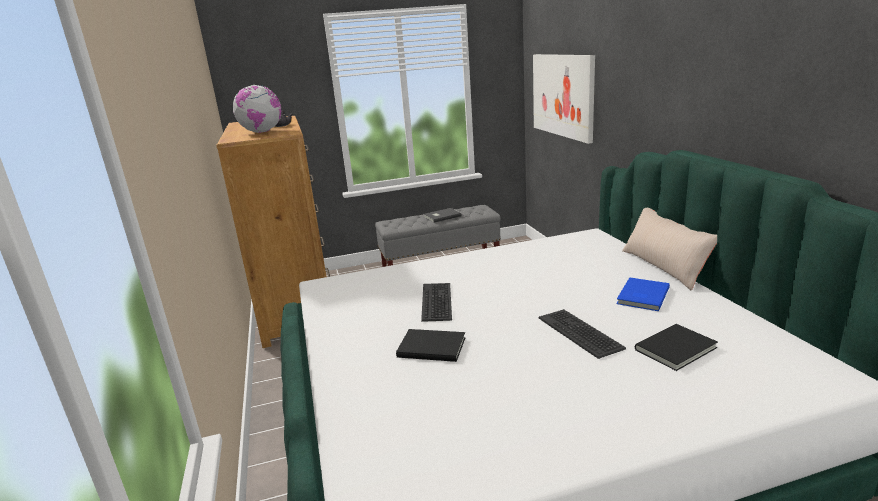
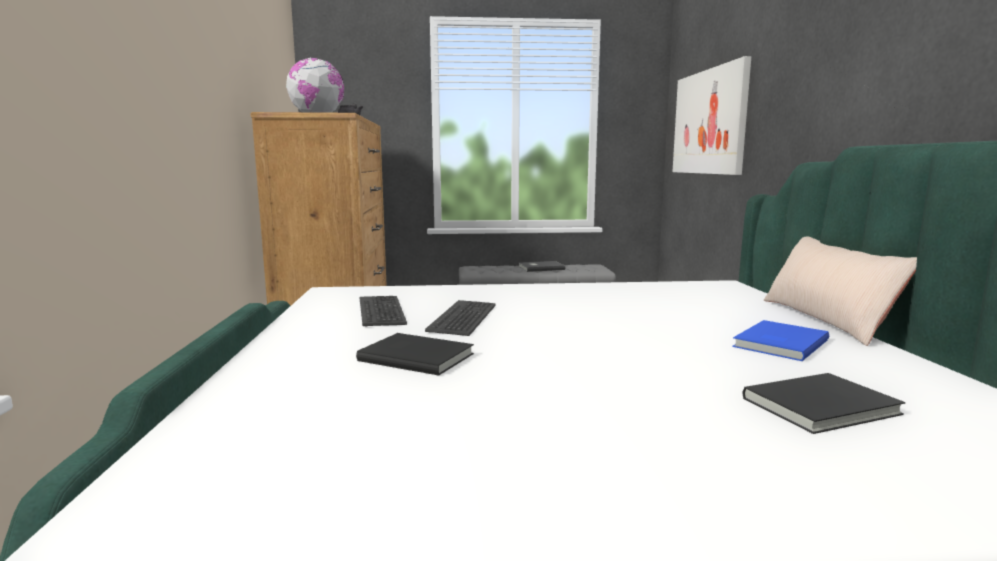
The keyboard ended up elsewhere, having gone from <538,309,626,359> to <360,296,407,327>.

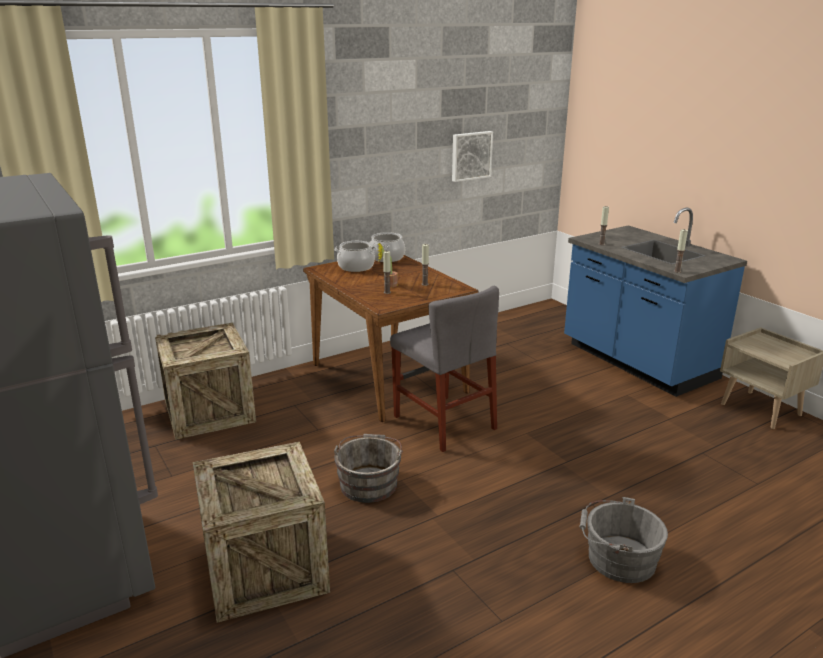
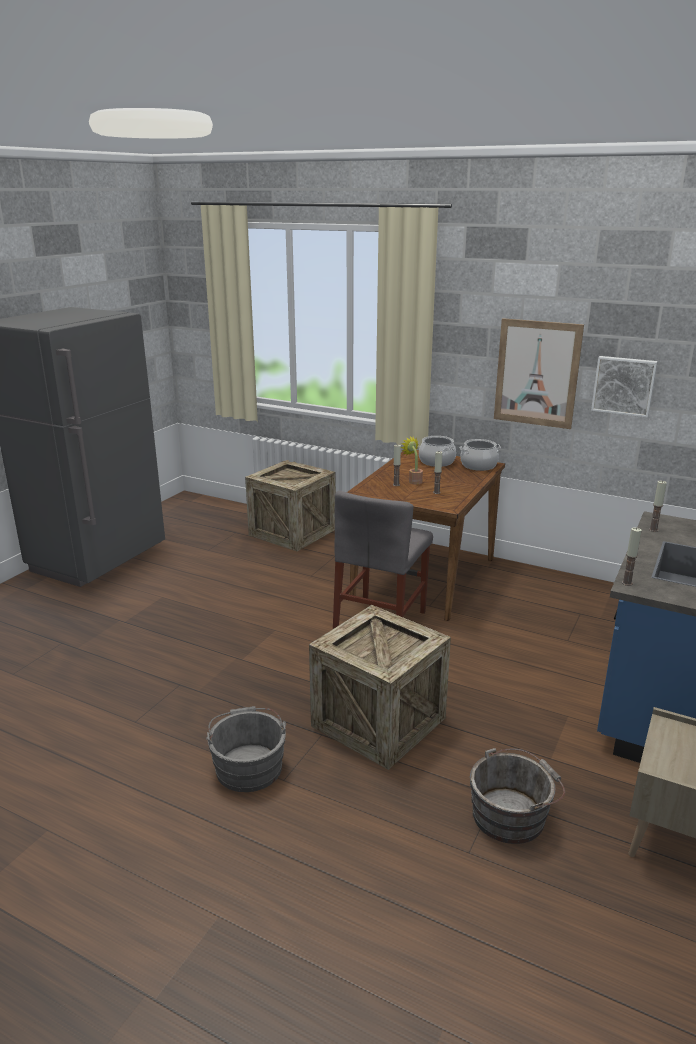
The second view gained the wall picture at <494,318,584,429>.
The packing crate ended up elsewhere, having gone from <193,442,330,623> to <309,605,451,770>.
The greyish pail ended up elsewhere, having gone from <334,434,403,503> to <470,748,565,844>.

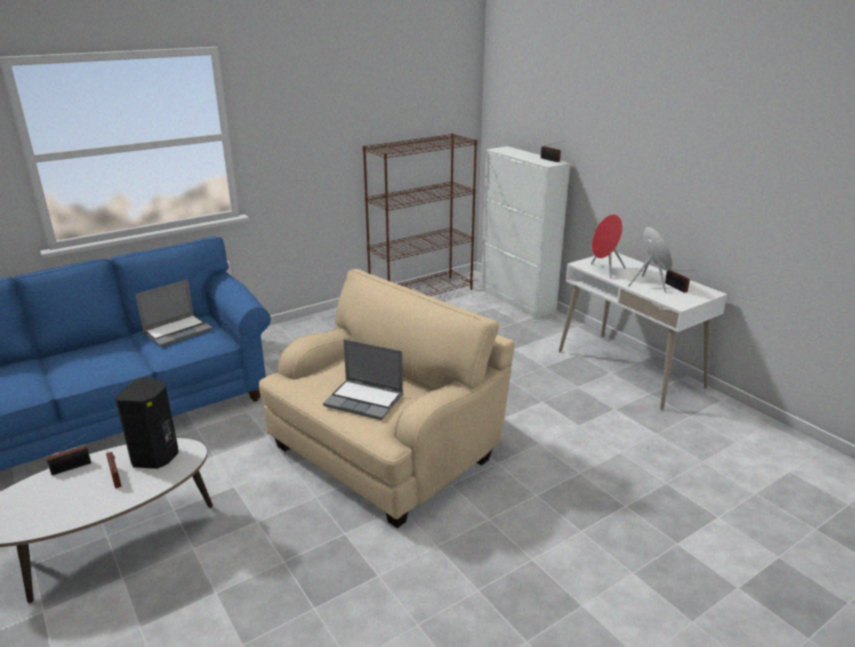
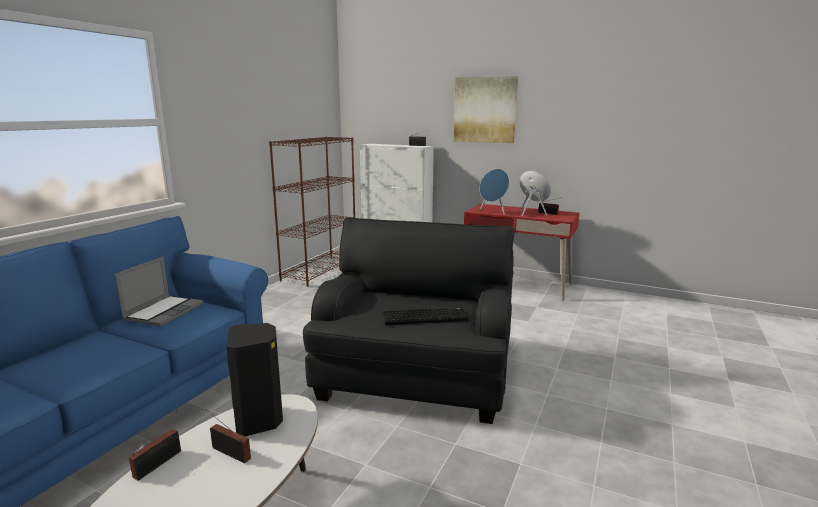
The second view gained the wall picture at <454,76,518,143>.
Where the portable computer stood at <323,339,403,420>, the keyboard came to stand at <383,308,468,325>.
What was the beige-coloured armchair at <259,269,515,528> turned into the black-coloured armchair at <303,217,515,424>.
What was the whitish desk unit at <559,251,728,410> turned into the red-coloured desk unit at <464,204,580,301>.
What was the red-coloured audio speaker at <591,214,626,279> turned into the blue audio speaker at <479,169,509,215>.

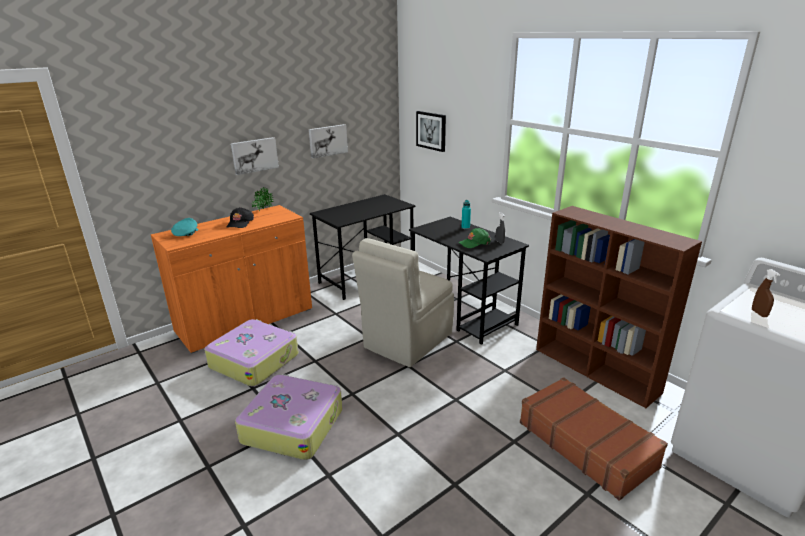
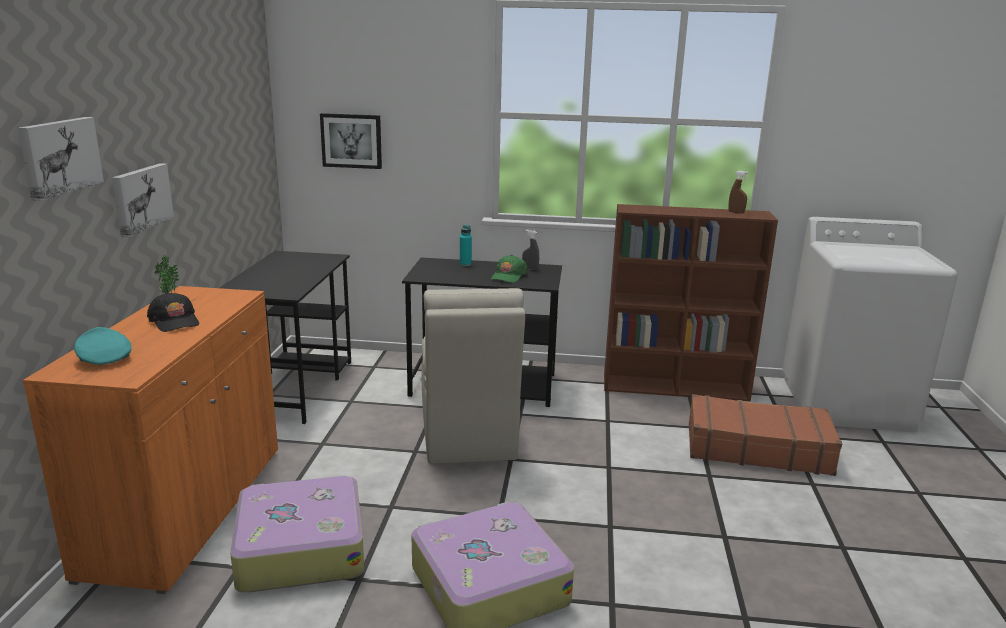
The wall picture ended up elsewhere, having gone from <309,124,348,159> to <18,117,104,201>.
The brownish sprayer ended up elsewhere, having gone from <752,269,780,317> to <728,171,749,214>.

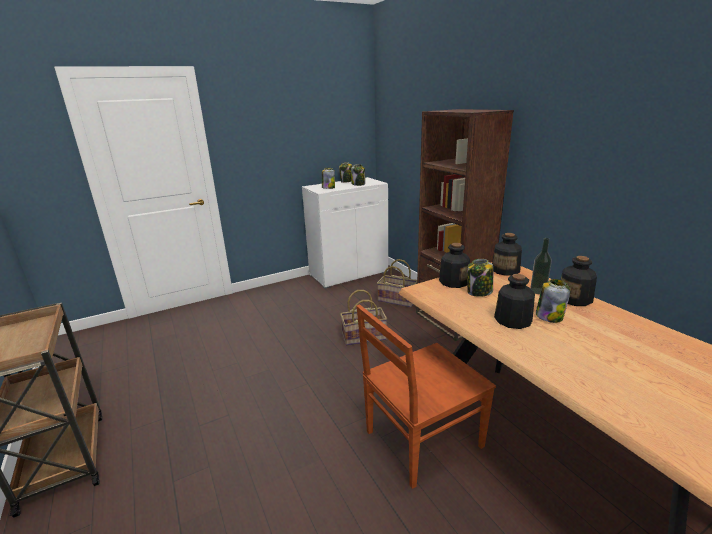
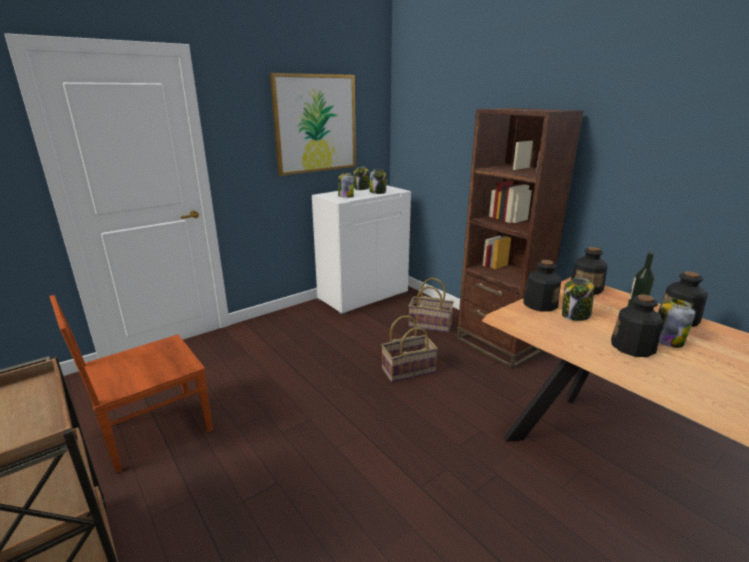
The second view gained the wall picture at <270,73,356,176>.
The brownish plain chair ended up elsewhere, having gone from <356,305,496,489> to <49,295,213,473>.

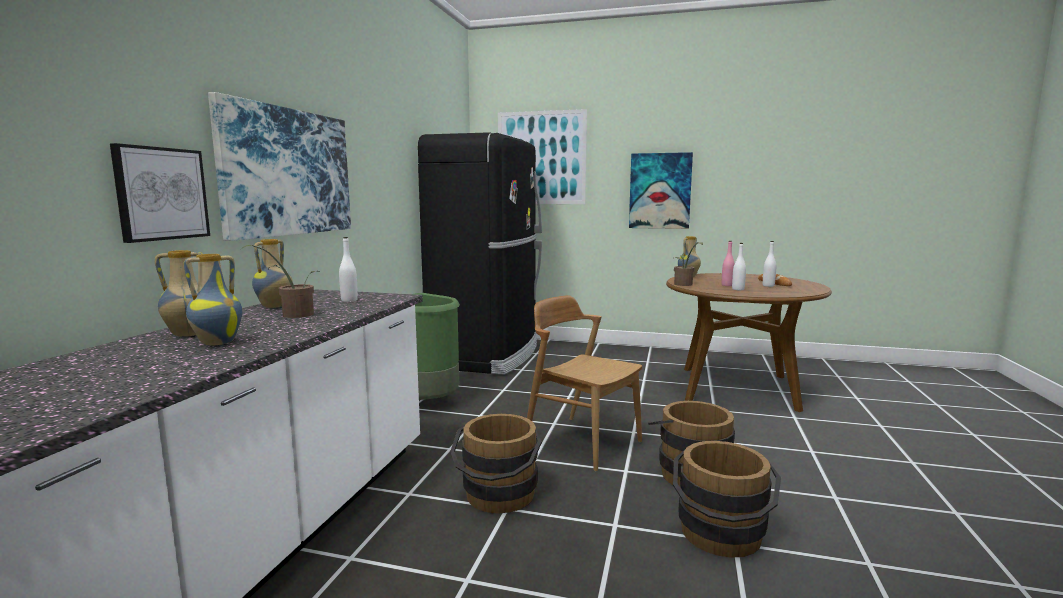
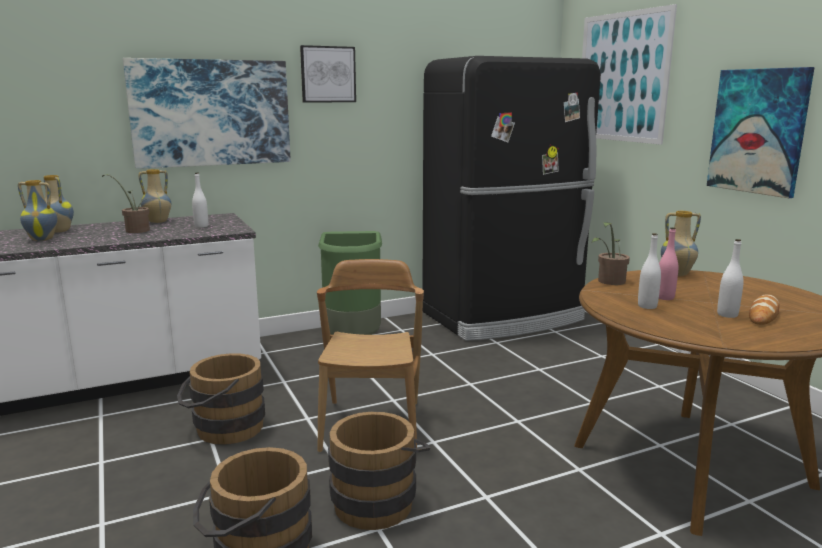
The wall picture ended up elsewhere, having gone from <110,143,210,243> to <300,45,356,103>.

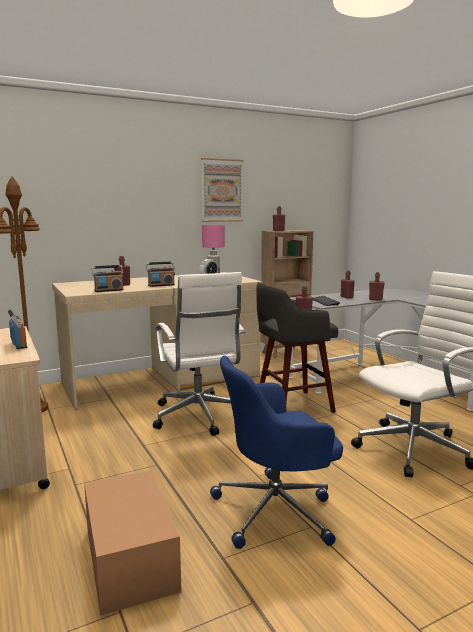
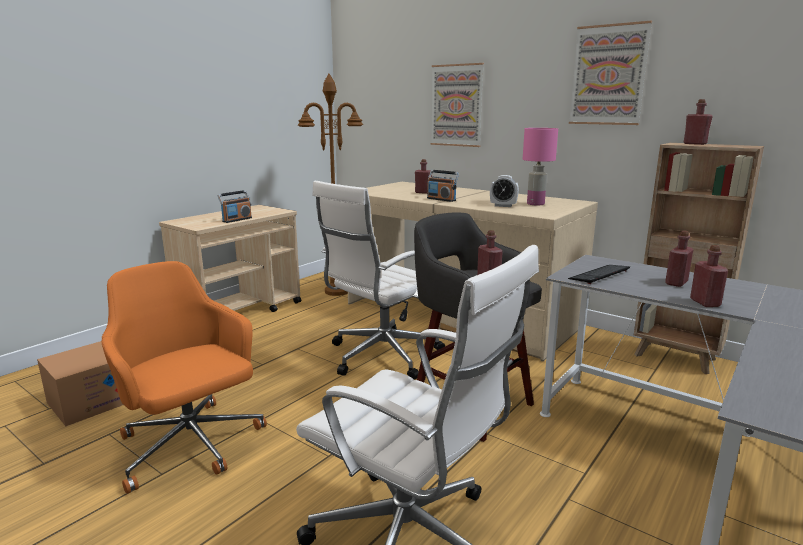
The second view lost the radio receiver at <92,265,124,292>.
The second view gained the wall picture at <431,63,484,147>.
What was the blue desk chair at <210,356,343,549> turned into the orange desk chair at <102,261,267,494>.

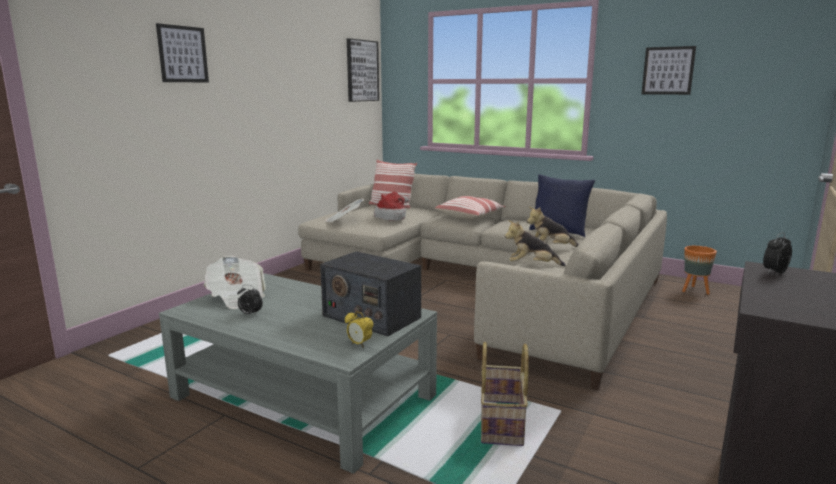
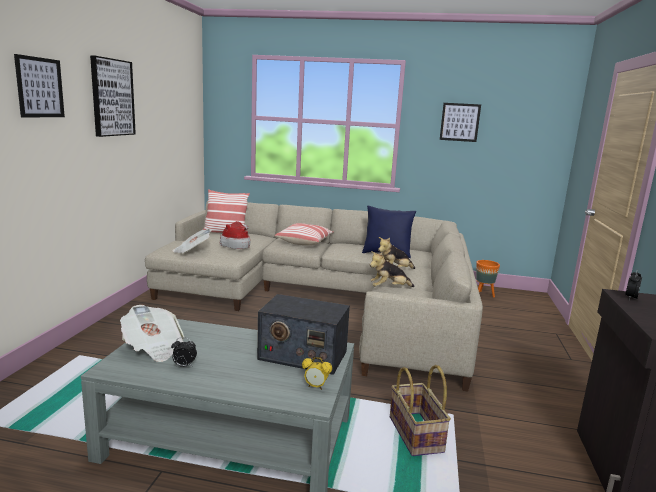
The wall picture ended up elsewhere, having gone from <347,38,379,102> to <90,55,136,137>.

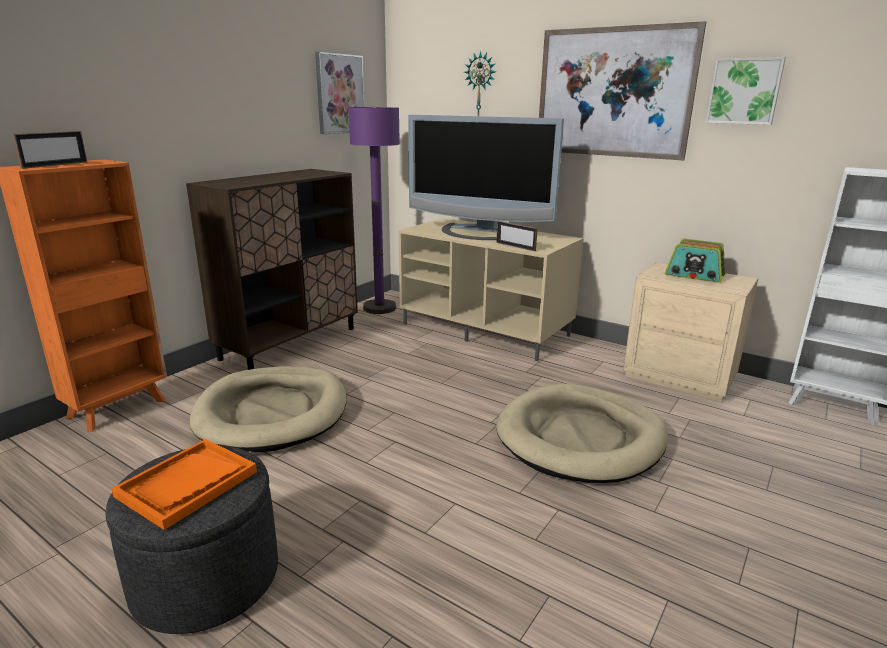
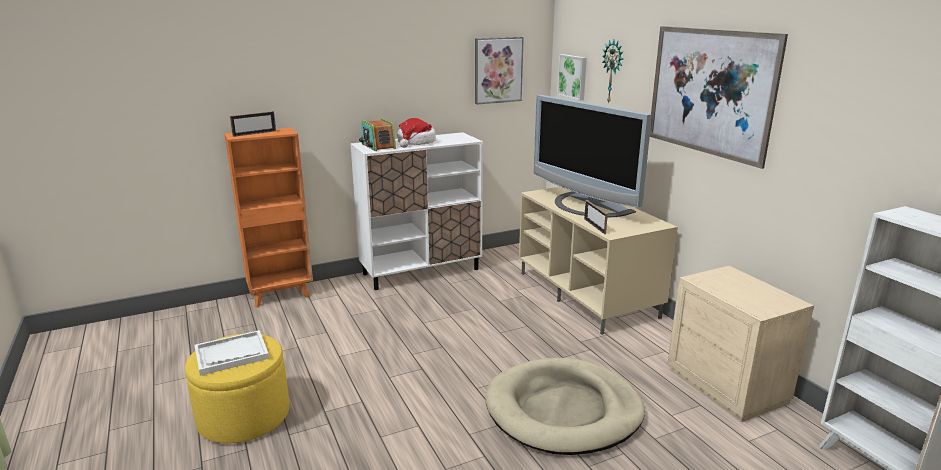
The second view lost the beige-coloured pet bed at <190,366,346,452>.
The second view lost the purplish standing lamp at <349,107,400,314>.
The second view gained the wearable hat at <397,118,436,148>.
The radio receiver ended up elsewhere, having gone from <665,239,725,283> to <359,118,396,151>.
The wall picture ended up elsewhere, having gone from <705,57,786,125> to <557,54,587,100>.
What was the greyish footrest at <106,446,278,634> turned into the yellowish footrest at <185,334,289,444>.
What was the orange carrying tray at <111,439,257,530> turned into the whitish carrying tray at <194,330,269,376>.
What was the brownish cabinet at <186,169,358,370> turned into the whitish cabinet at <350,132,483,290>.

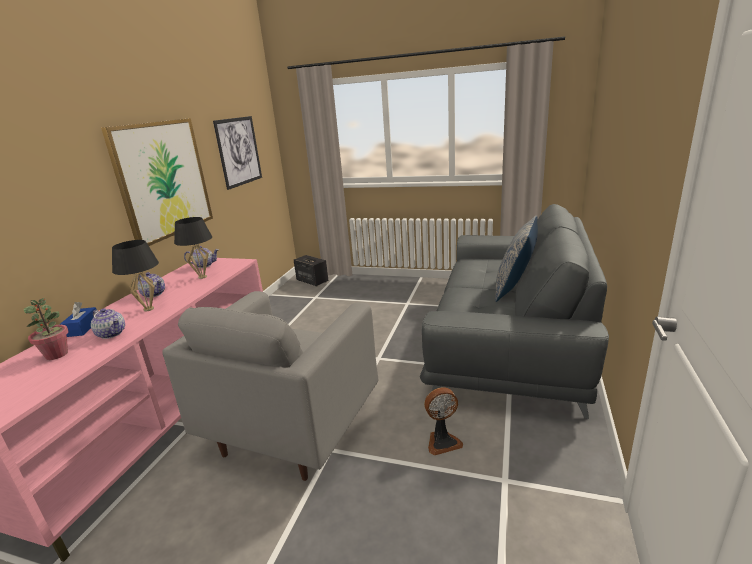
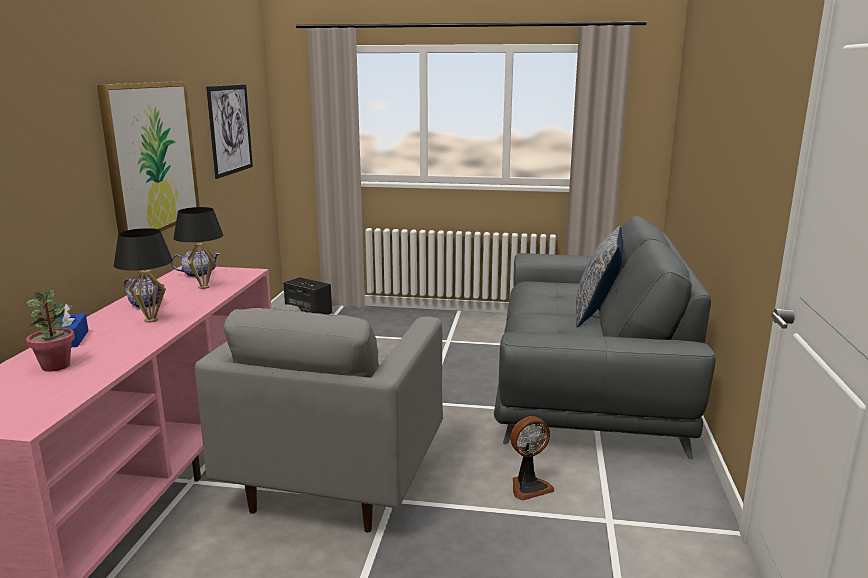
The second view lost the pot for tea at <91,308,125,339>.

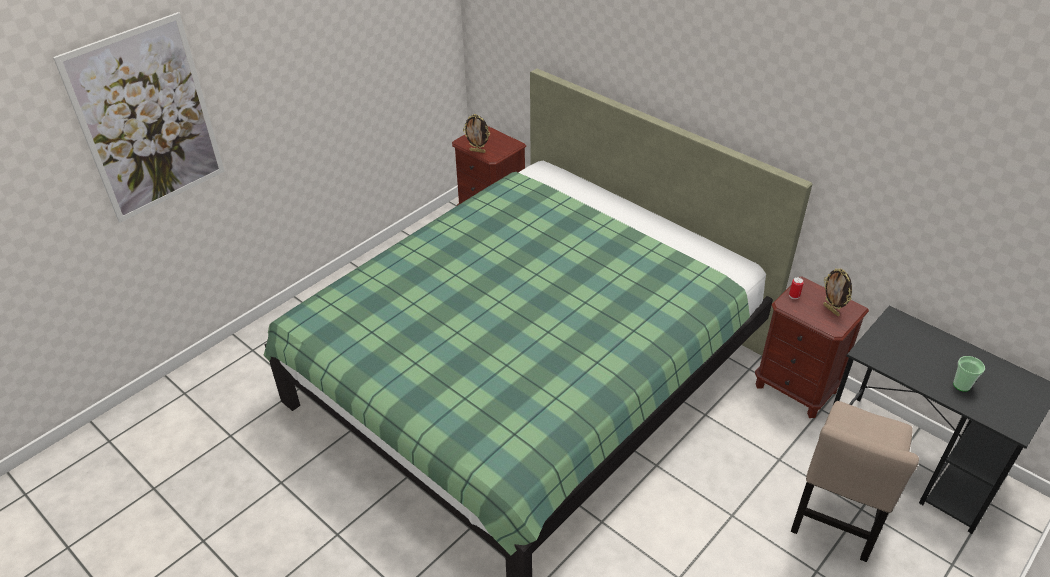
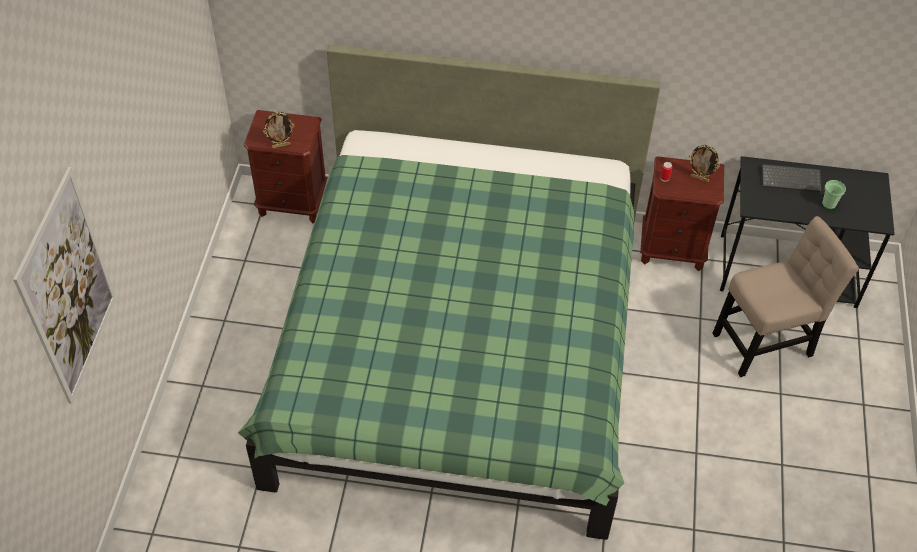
The second view gained the keyboard at <762,164,821,192>.
The beige-coloured plain chair at <791,401,919,562> ended up facing another way, 105 degrees counterclockwise from before.

